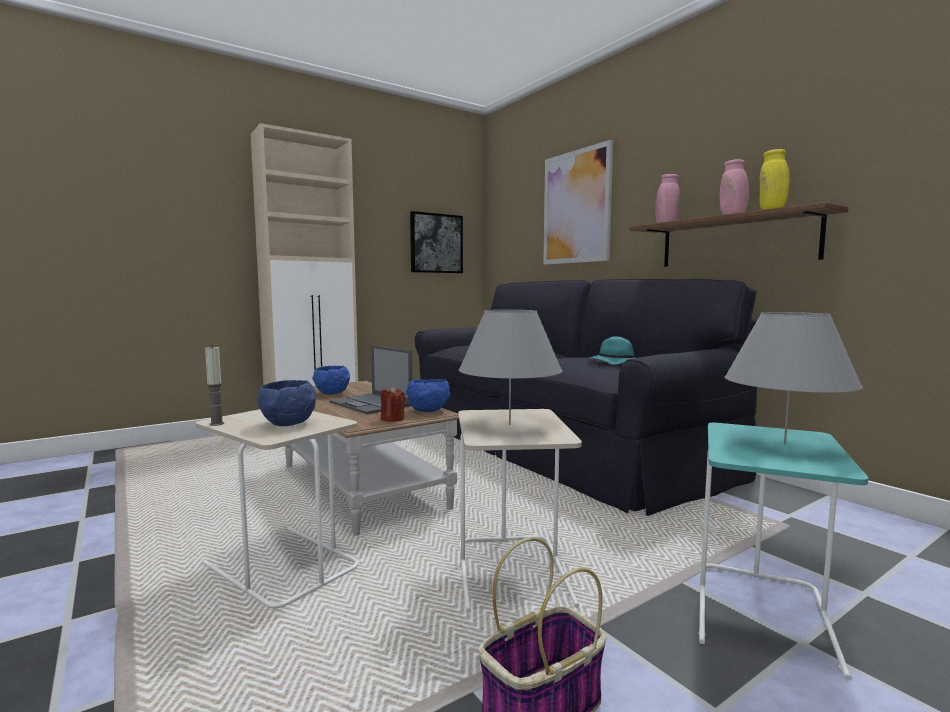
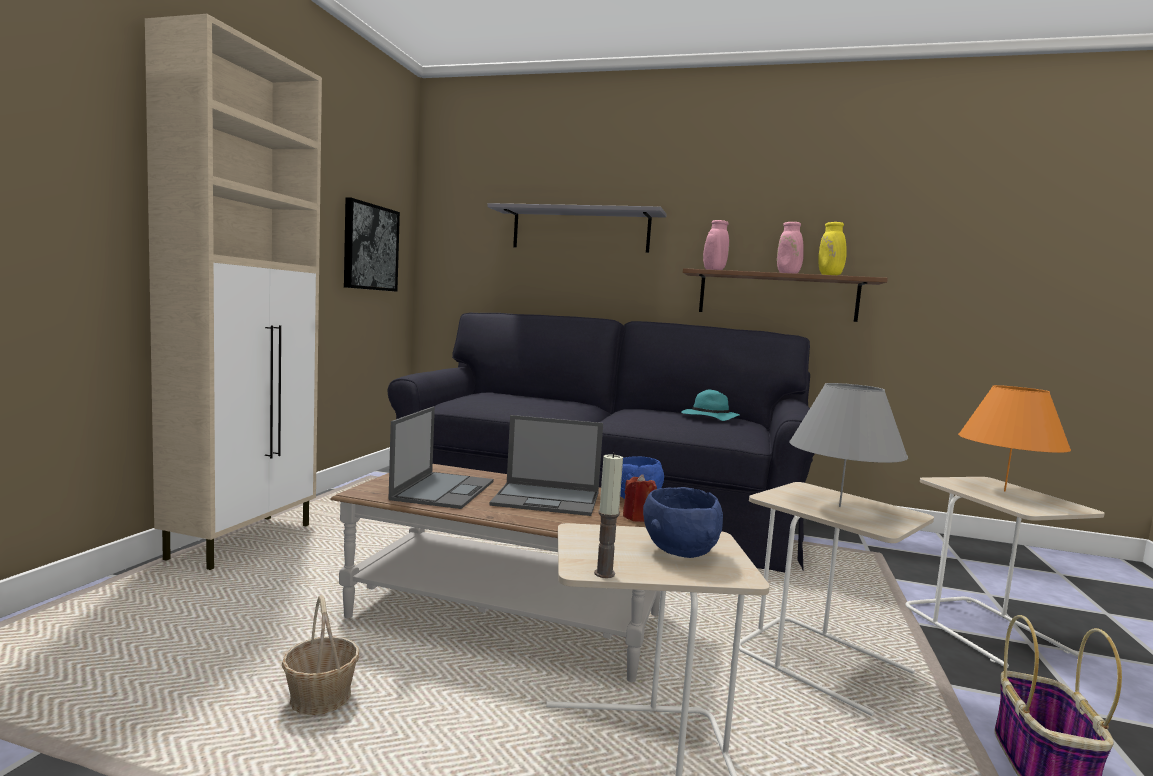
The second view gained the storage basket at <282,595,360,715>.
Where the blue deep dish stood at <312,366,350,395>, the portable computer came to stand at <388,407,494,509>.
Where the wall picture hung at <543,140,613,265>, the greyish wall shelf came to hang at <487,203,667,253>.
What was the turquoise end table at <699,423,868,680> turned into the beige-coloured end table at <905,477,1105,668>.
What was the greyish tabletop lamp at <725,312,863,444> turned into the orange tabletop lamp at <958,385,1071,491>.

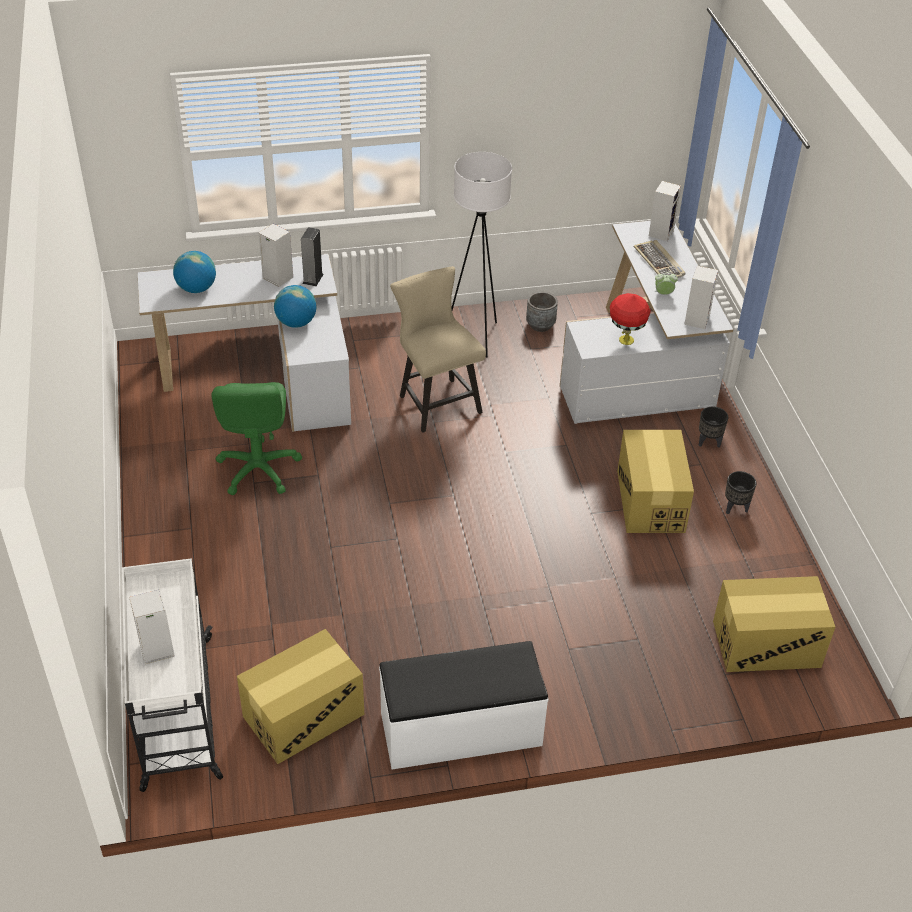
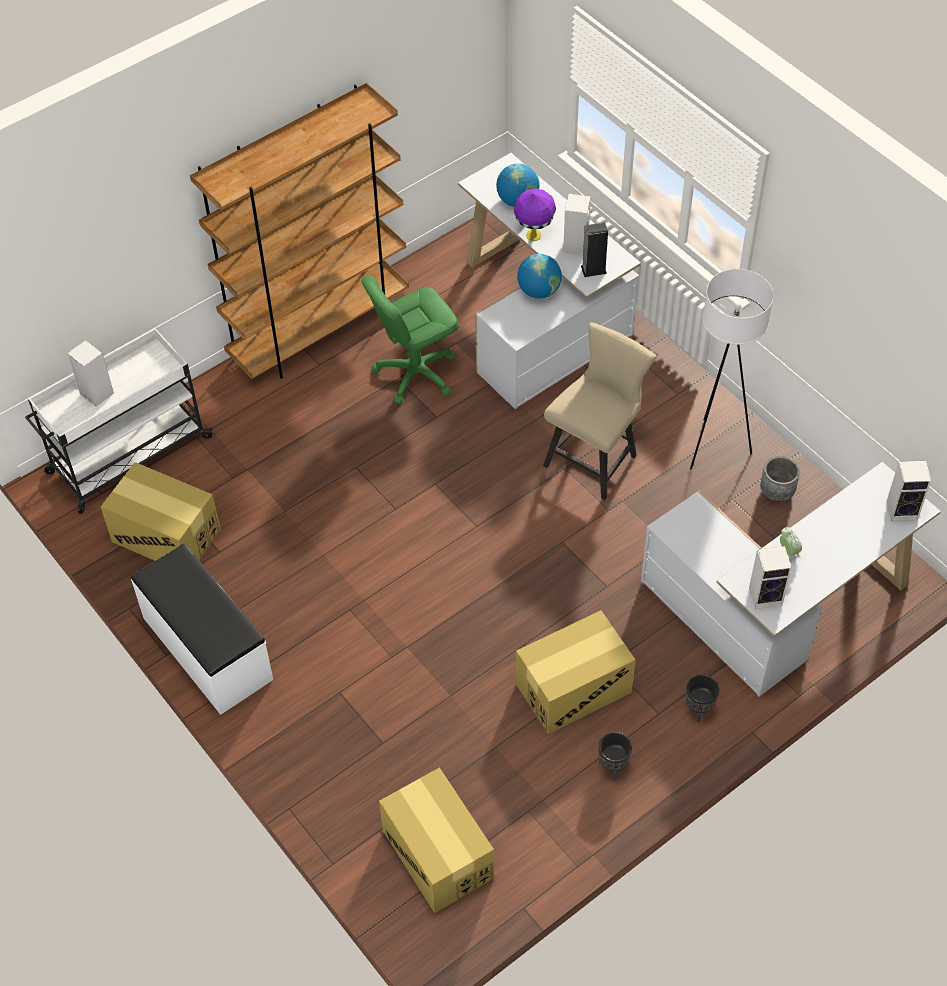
The second view lost the red-coloured tabletop lamp at <610,293,651,345>.
The second view lost the keyboard at <634,240,686,278>.
The second view gained the brownish bookcase at <190,83,409,379>.
The second view gained the purplish tabletop lamp at <514,188,556,241>.

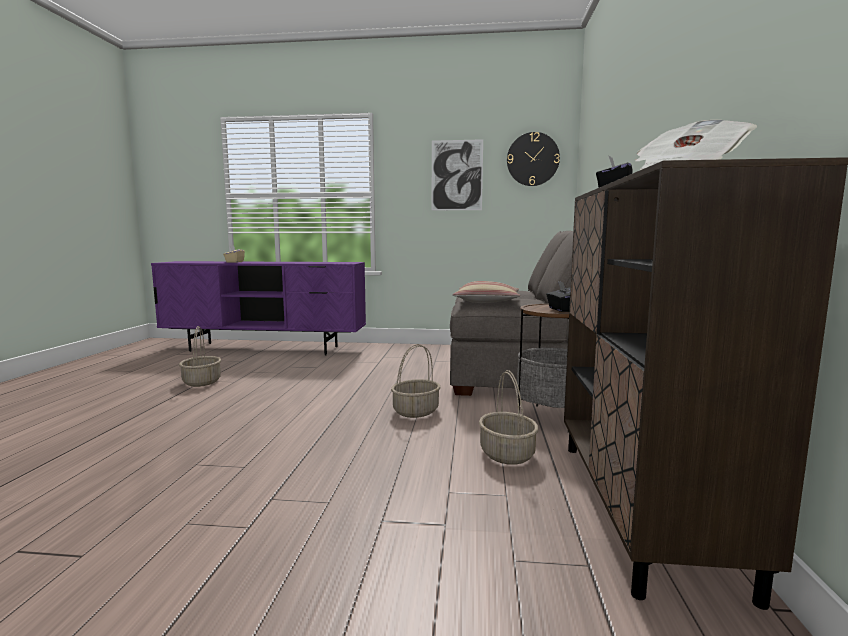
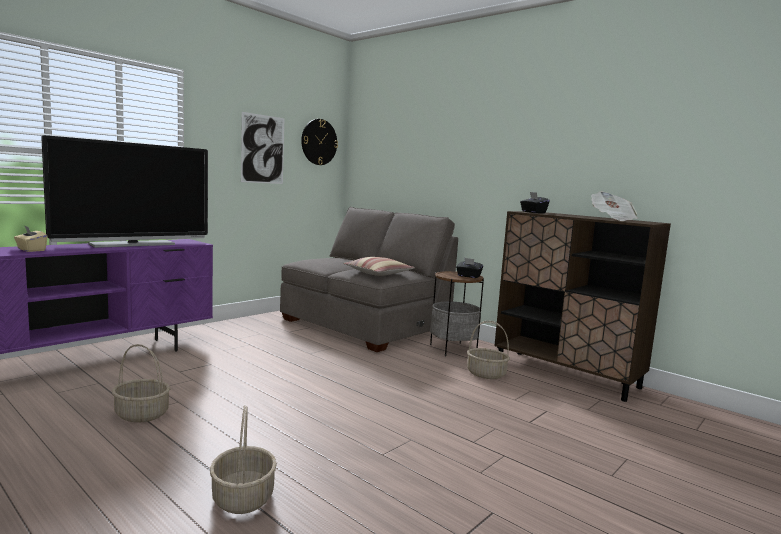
The second view gained the television at <41,135,208,248>.
The storage basket ended up elsewhere, having gone from <391,344,440,418> to <210,405,277,514>.

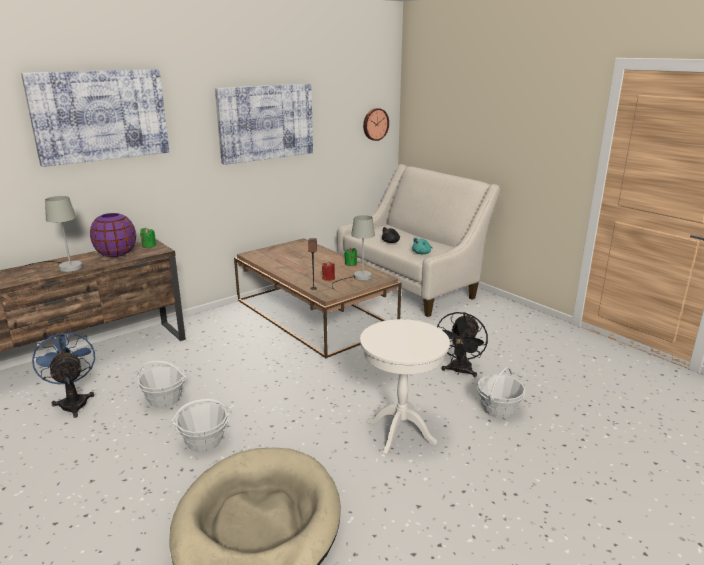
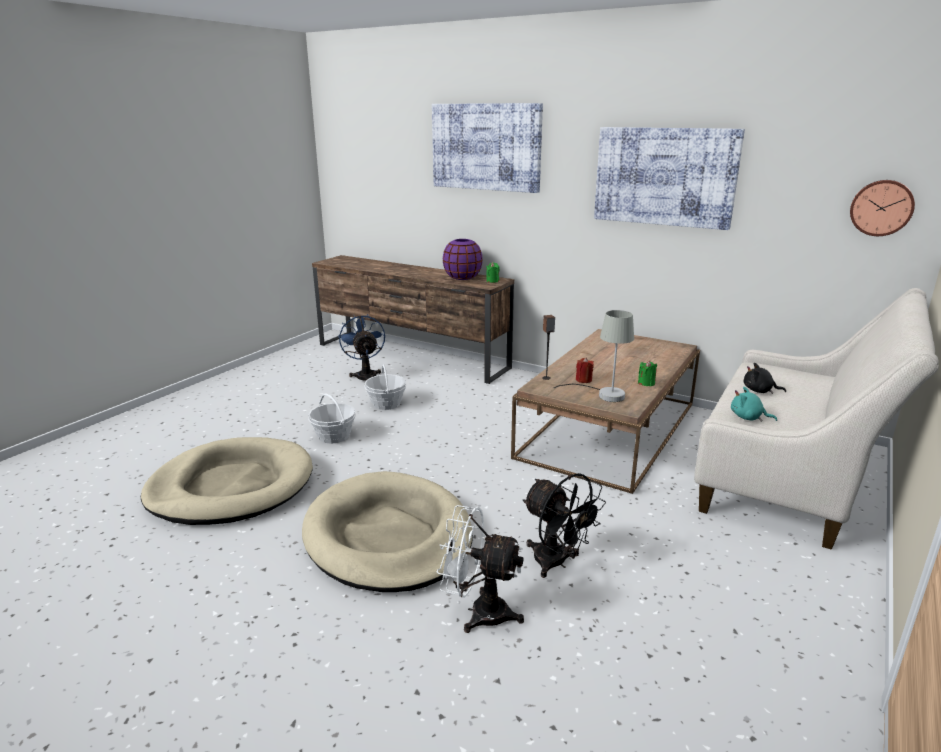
The second view lost the greyish tabletop lamp at <25,196,83,272>.
Where the whitish end table stood at <360,319,450,455>, the beige-coloured pet bed came to stand at <302,471,473,592>.
Where the storage basket stood at <477,367,526,418>, the whitish cooling fan came to stand at <437,505,524,633>.
The blue cooling fan at <32,329,95,418> ended up facing another way, 60 degrees counterclockwise from before.
The black-coloured cooling fan at <437,312,488,377> ended up facing another way, 135 degrees counterclockwise from before.

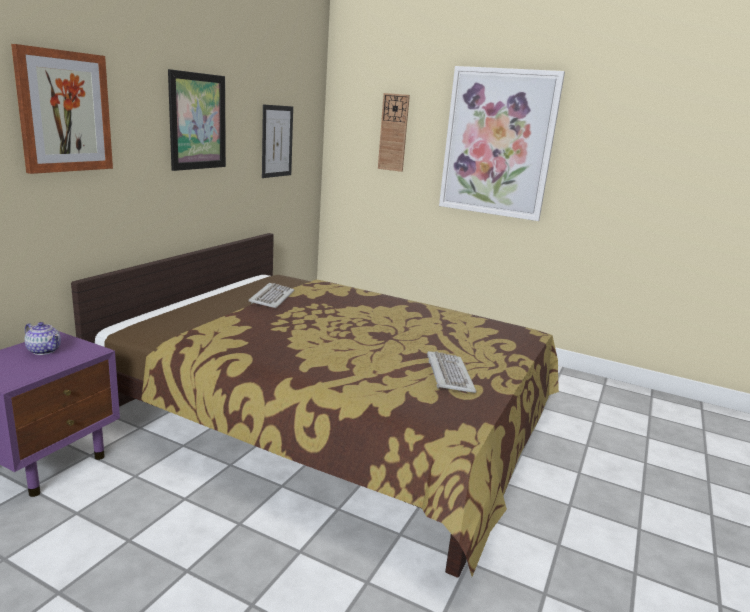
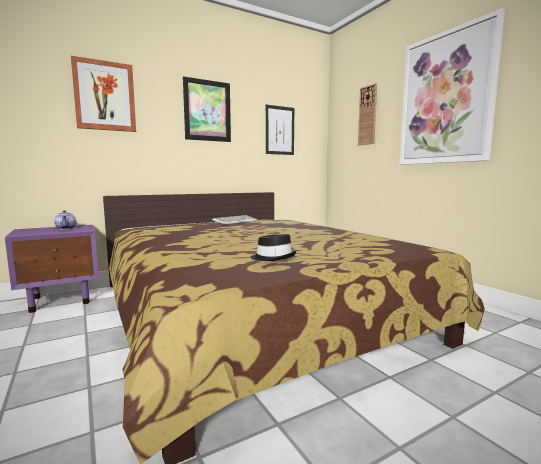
Where the keyboard stood at <427,351,477,393>, the black-coloured wearable hat came to stand at <250,234,297,261>.

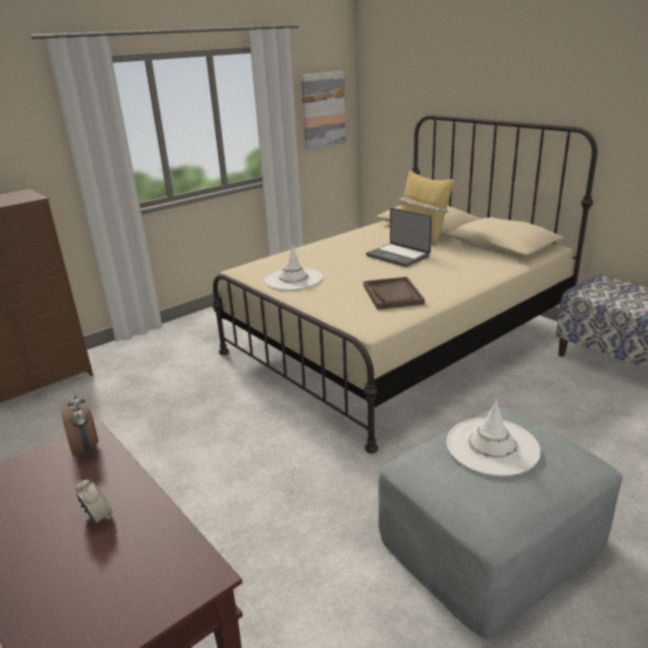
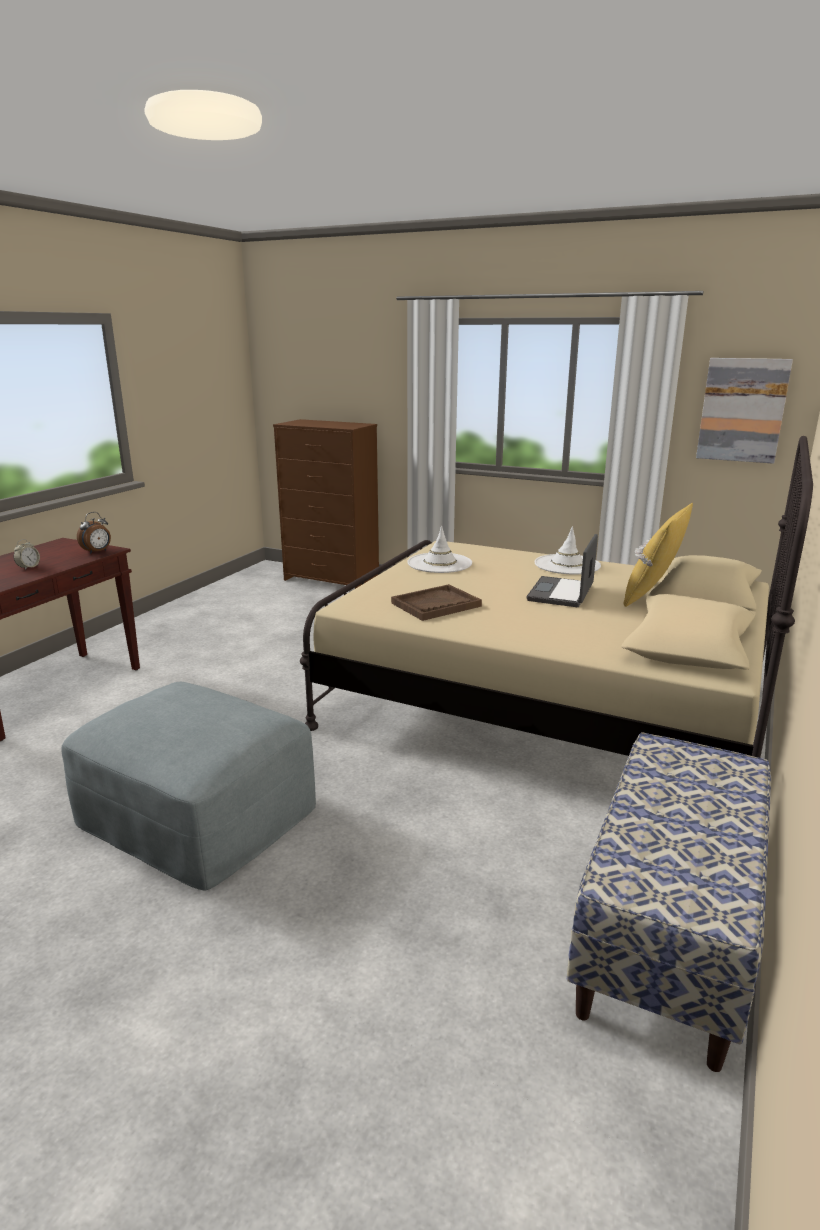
The whitish wearable hat ended up elsewhere, having gone from <447,399,541,476> to <535,526,601,575>.

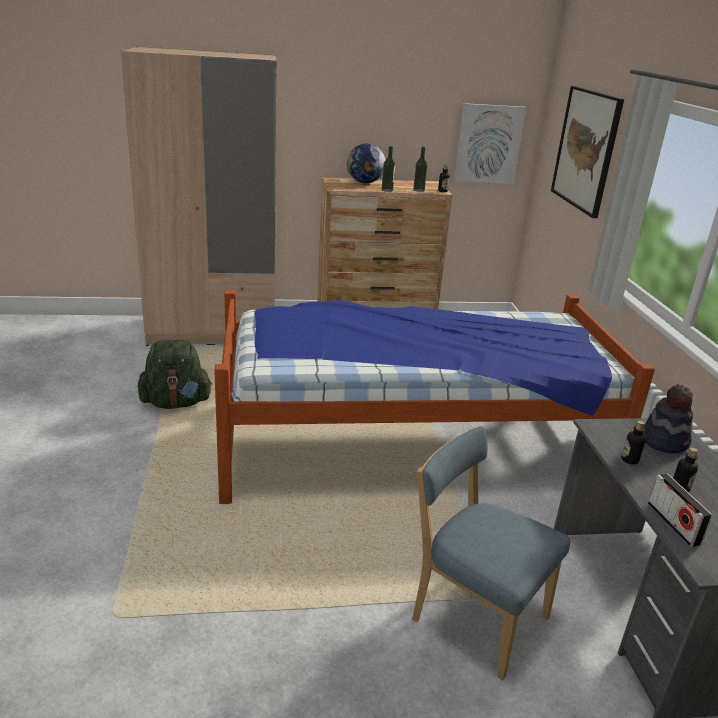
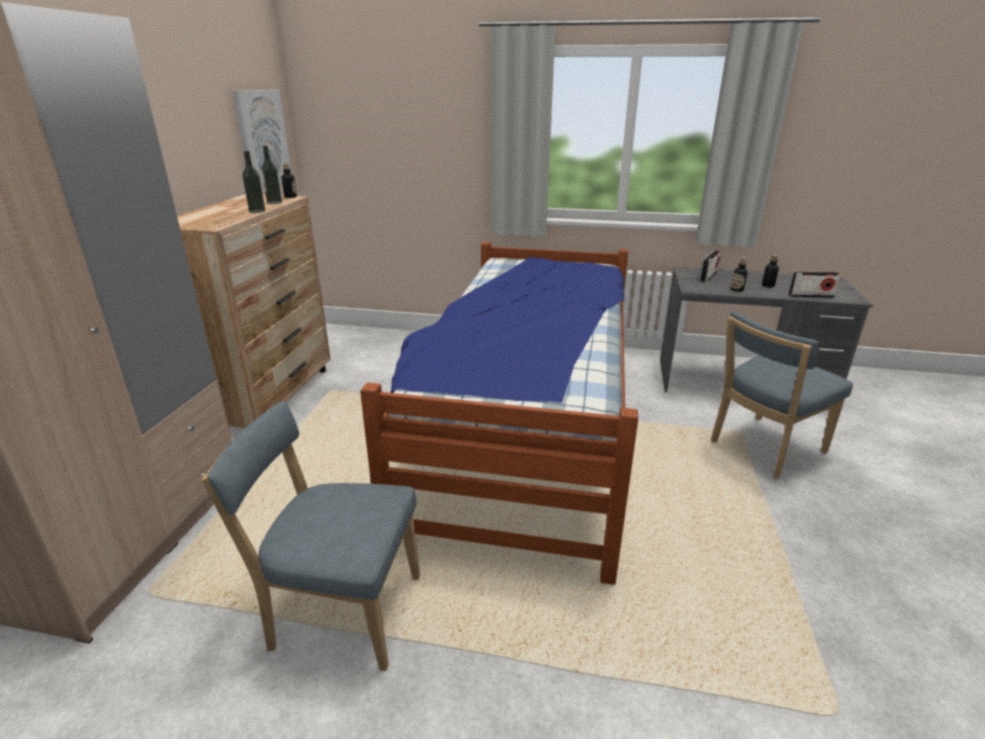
The second view lost the desk globe at <347,143,385,183>.
The second view lost the wall picture at <551,86,624,218>.
Where the greenish backpack stood at <137,340,212,409>, the blue plain chair came to stand at <202,401,420,671>.
Where the wearable hat stood at <643,384,693,453>, the radio receiver came to stand at <699,250,721,282>.

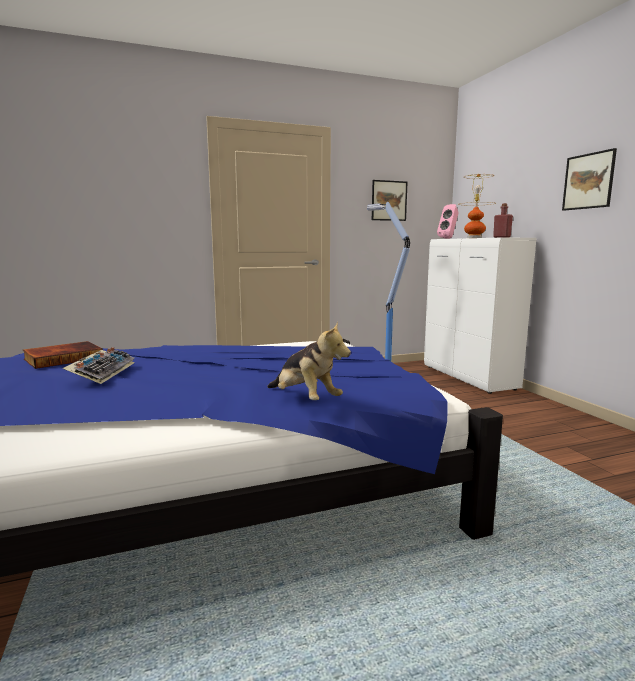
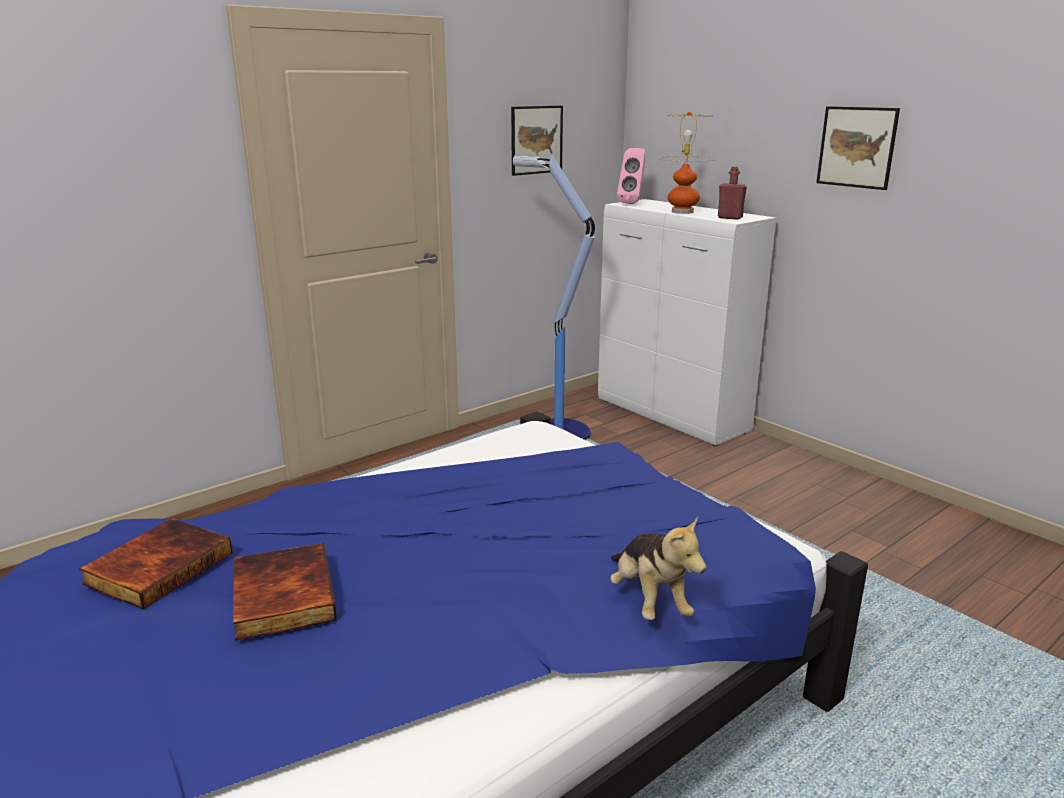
Where the keyboard stood at <62,347,134,384>, the volume came to stand at <233,543,337,641>.
The soft toy at <267,321,351,400> ended up facing another way, 45 degrees clockwise from before.

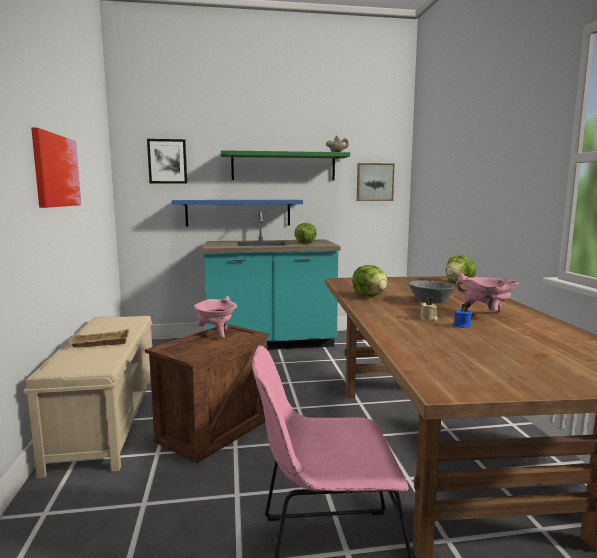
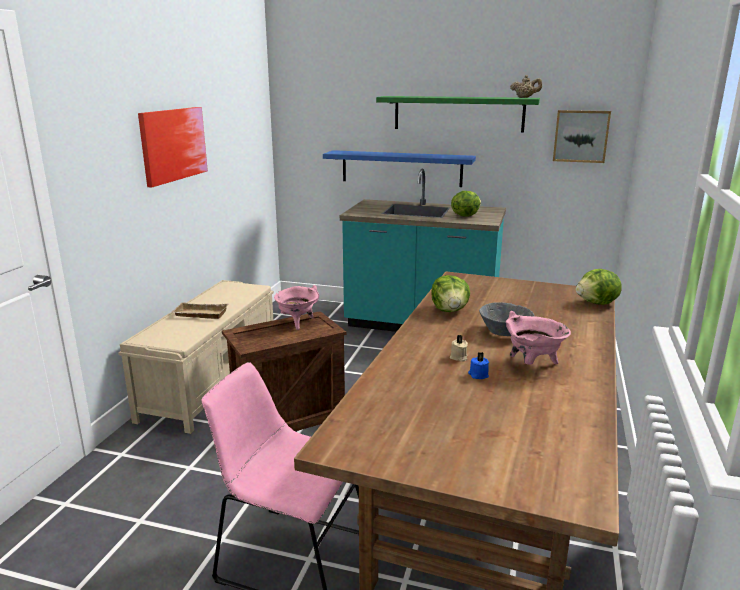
The second view lost the wall picture at <147,139,187,184>.

